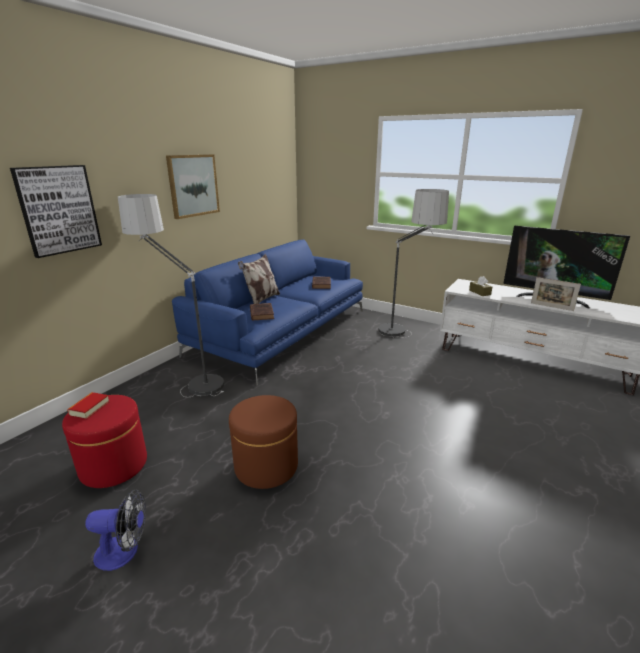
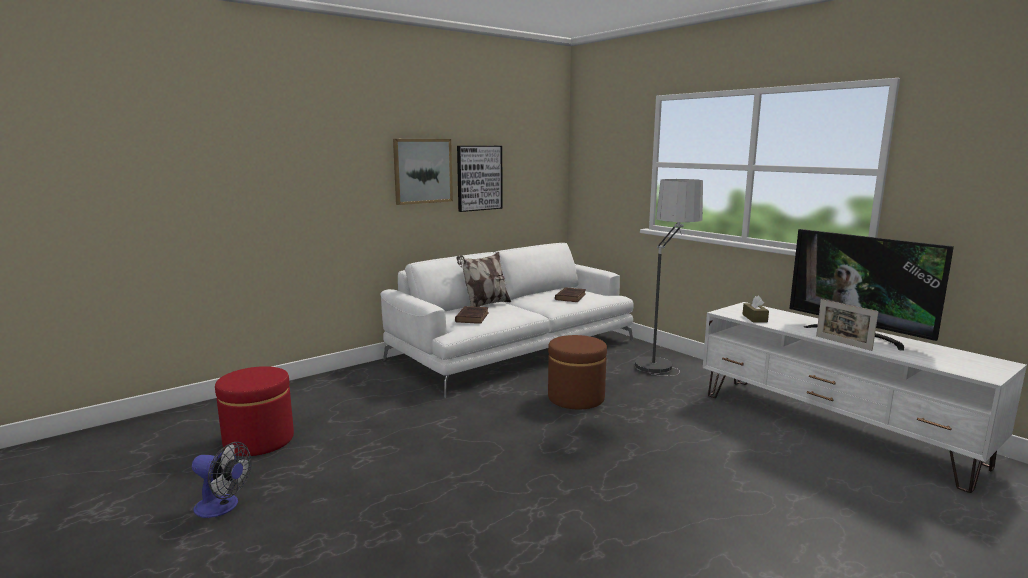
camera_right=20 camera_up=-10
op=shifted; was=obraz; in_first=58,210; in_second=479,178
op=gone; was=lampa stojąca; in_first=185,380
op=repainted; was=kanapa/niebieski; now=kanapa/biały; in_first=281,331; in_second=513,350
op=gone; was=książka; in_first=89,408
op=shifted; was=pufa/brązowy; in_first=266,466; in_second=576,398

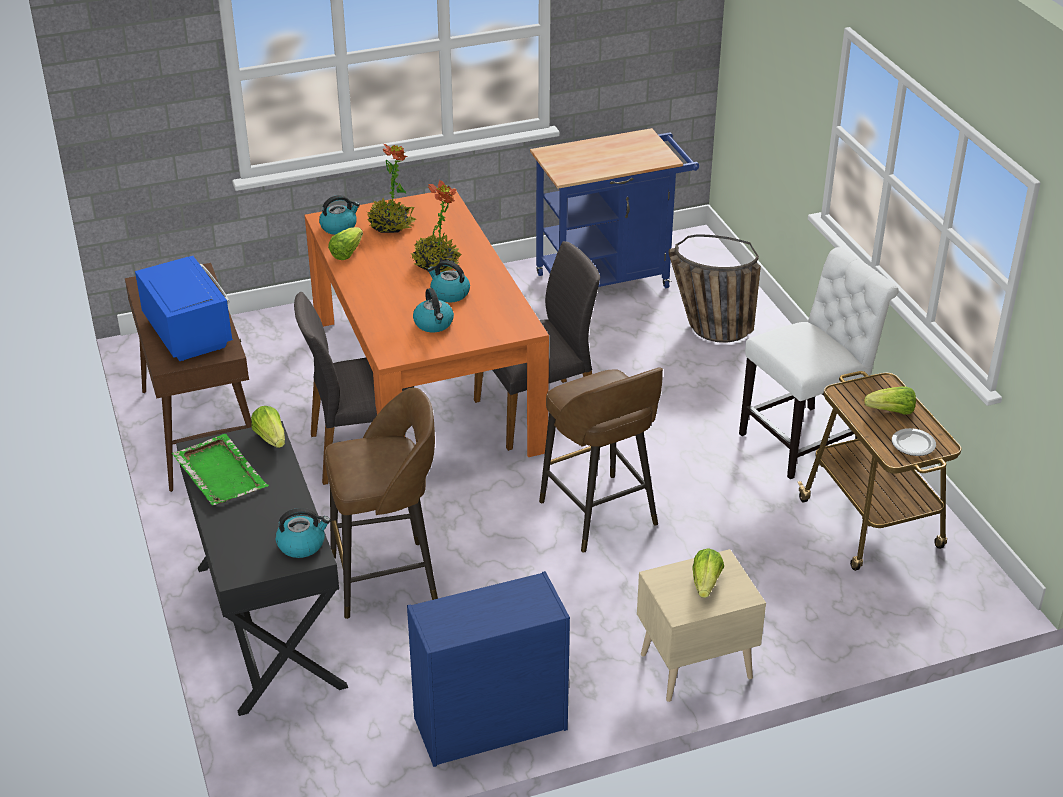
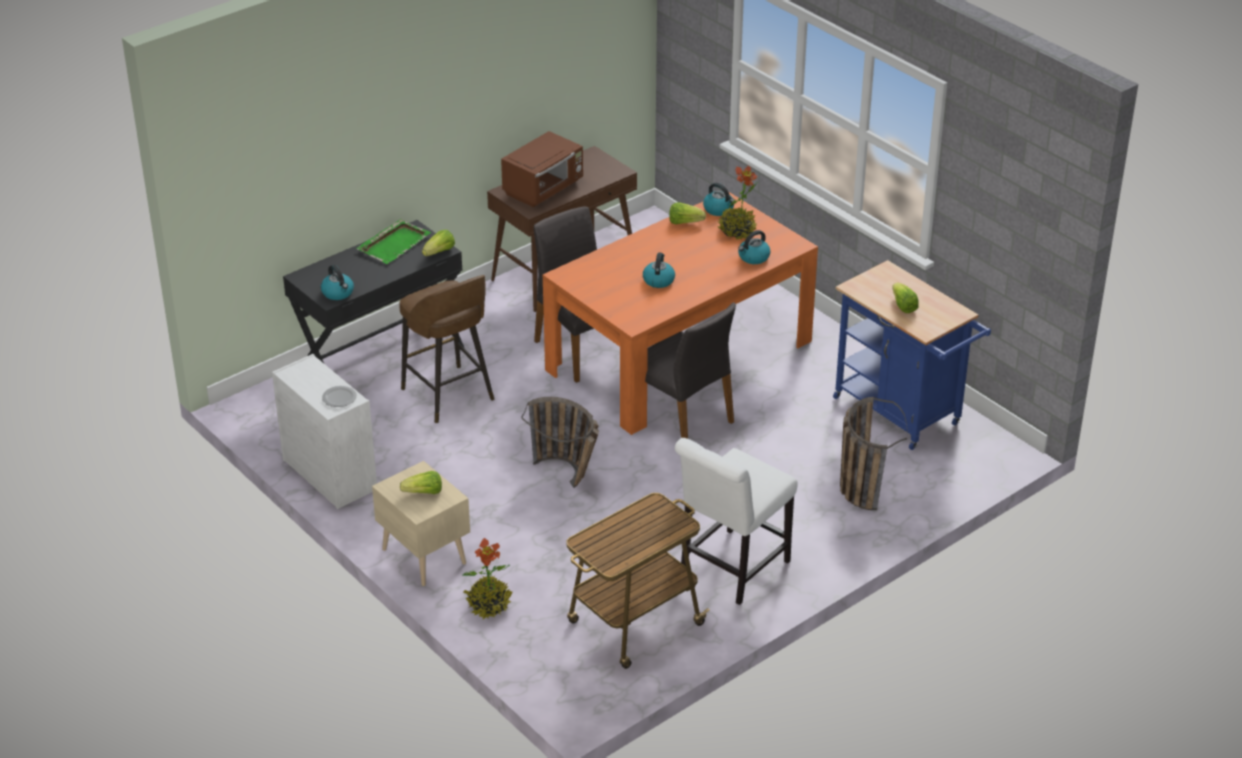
camera_right=70 camera_up=0
op=shifted; was=roślina doniczkowa; in_first=436,264; in_second=489,604
op=rotated; was=krzesło/biały; in_first=806,440; in_second=730,570; clockwise=90
op=repainted; was=mikrofalówka/niebieski; now=mikrofalówka/brązowy; in_first=188,332; in_second=544,189
op=shifted; was=czajnik; in_first=434,324; in_second=753,257
op=swapped; was=stołek/brązowy; now=koszyk; in_first=600,515; in_second=569,477
op=shifted; was=sałata; in_first=891,412; in_second=903,306
op=shifted; was=talerz; in_first=913,443; in_second=340,398
op=repainted; was=komoda/niebieski; now=komoda/biały; in_first=488,724; in_second=328,474

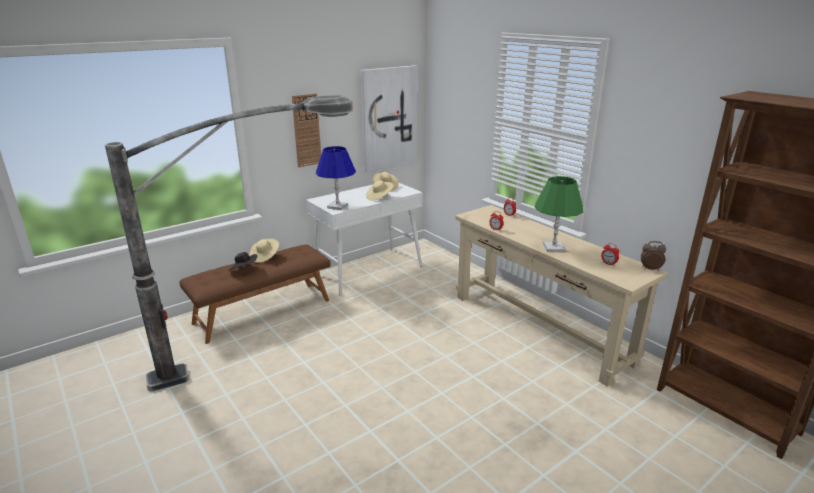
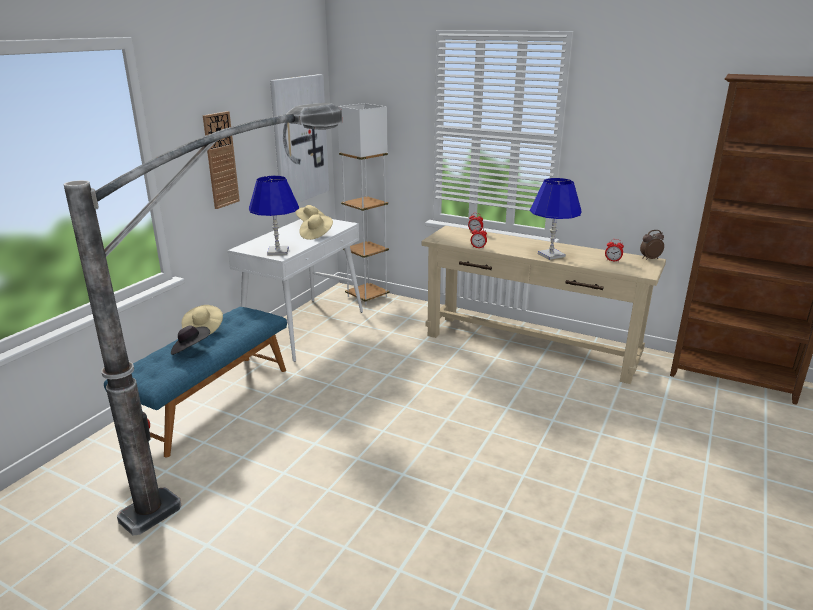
camera_right=-25 camera_up=0
op=repainted; was=lampa stołowa/zielony; now=lampa stołowa/niebieski; in_first=553,248; in_second=551,255
op=repainted; was=ławka/brązowy; now=ławka/niebieski; in_first=262,311; in_second=211,401
op=new; now=lampa stojąca/biały; in_second=367,297

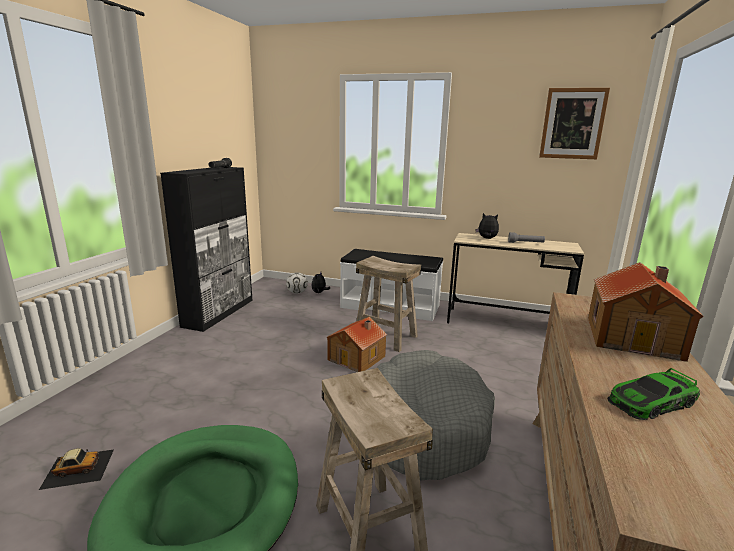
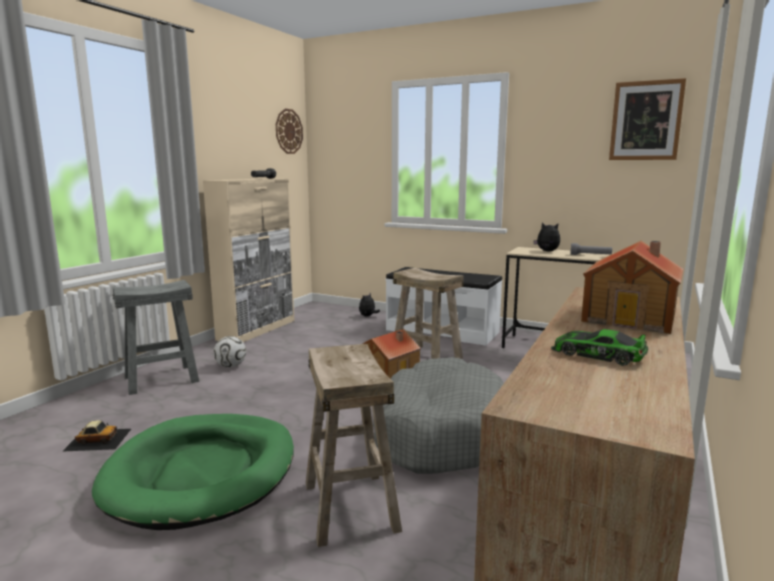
camera_right=10 camera_up=-5
op=repainted; was=szafka/czarny; now=szafka/beżowy; in_first=219,312; in_second=257,330
op=shifted; was=piłka futbolowa; in_first=297,292; in_second=231,366
op=rotated; was=samochodzik; in_first=651,402; in_second=597,354; clockwise=45
op=new; now=zegar ścienny; in_second=288,131
op=new; now=stołek/szary; in_second=161,379

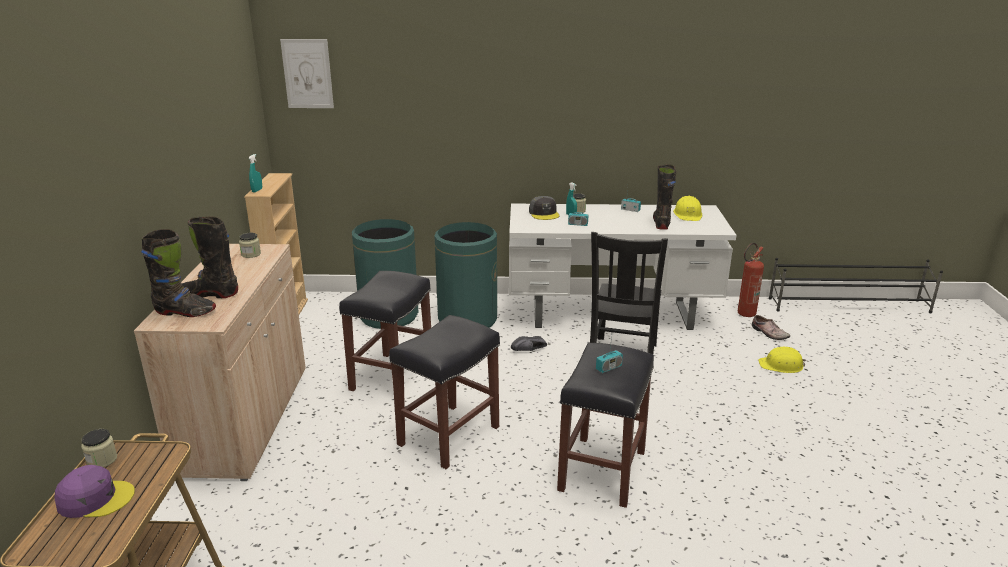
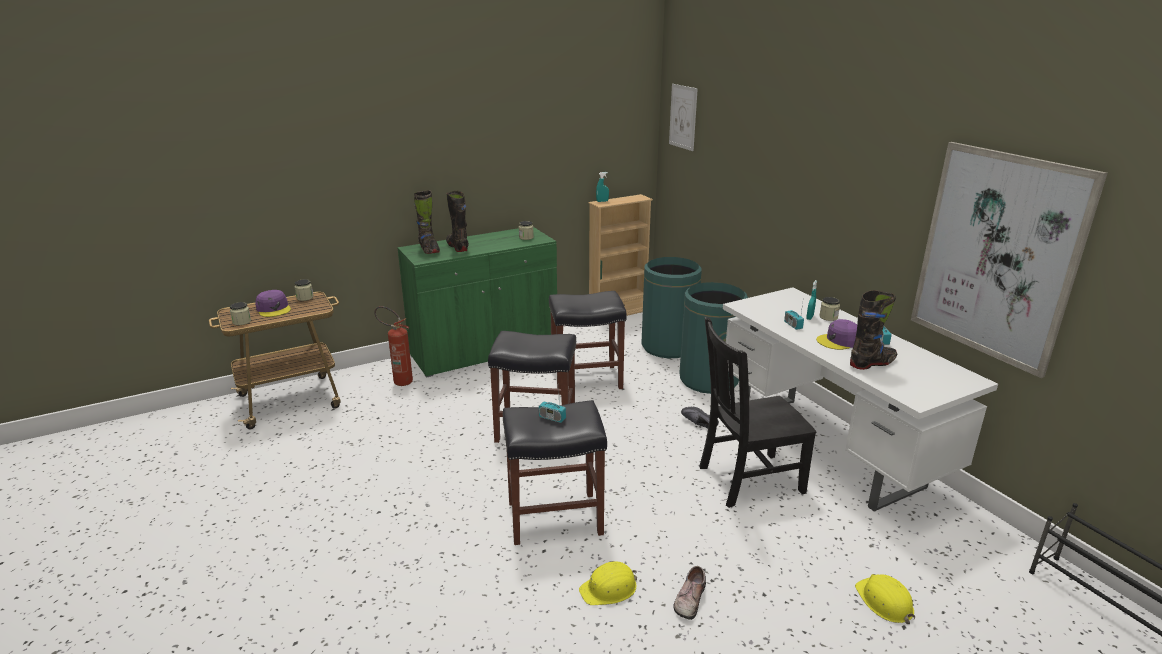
camera_right=60 camera_up=0
op=gone; was=czapka z daszkiem/szary; in_first=544,213
op=shifted; was=kask/żółty; in_first=688,214; in_second=609,589
op=shifted; was=gaśnica; in_first=744,315; in_second=399,381
op=repainted; was=szafka/beżowy; now=szafka/zielony; in_first=245,419; in_second=484,351
op=shifted; was=but; in_first=769,333; in_second=688,599
op=new; now=obraz; in_second=997,256
op=new; now=słoik; in_second=242,322
op=new; now=czapka z daszkiem/fioletowy; in_second=839,341

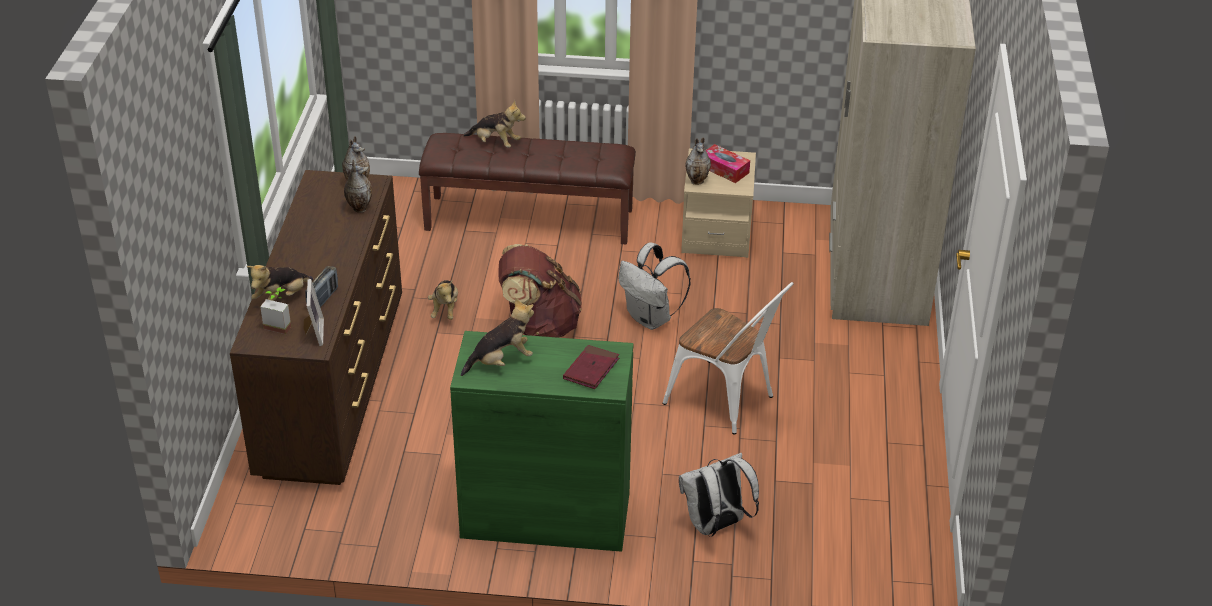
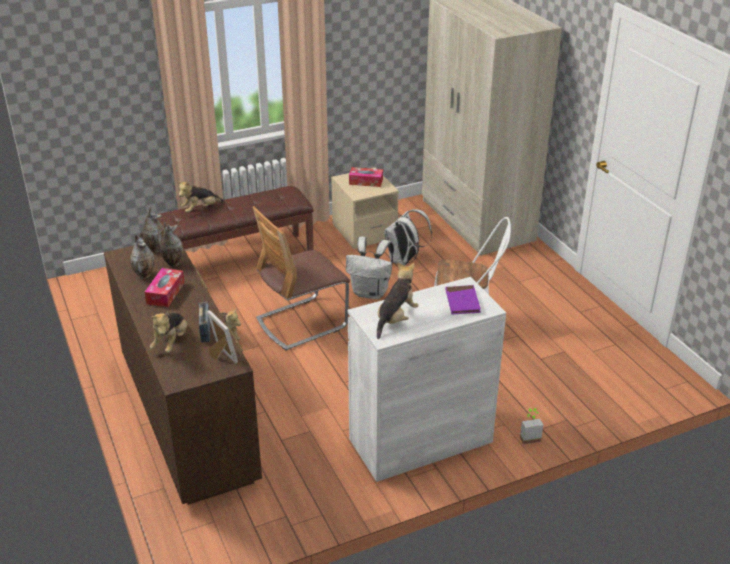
camera_right=-30 camera_up=-5
op=rotated; was=pluszak; in_first=495,143; in_second=200,209; clockwise=150
op=shifted; was=wazon; in_first=697,180; in_second=145,275
op=swapped; was=plecak/brązowy; now=krzesło; in_first=539,326; in_second=302,323
op=shifted; was=roślina doniczkowa; in_first=280,324; in_second=529,437
op=repainted; was=szafka/zielony; now=szafka/biały; in_first=545,515; in_second=420,440
op=repainted; was=książka/czerwony; now=książka/fioletowy; in_first=591,369; in_second=462,302
op=shifted; was=plecak/biały; in_first=715,525; in_second=404,261
op=new; now=pudełko chusteczek; in_second=165,293

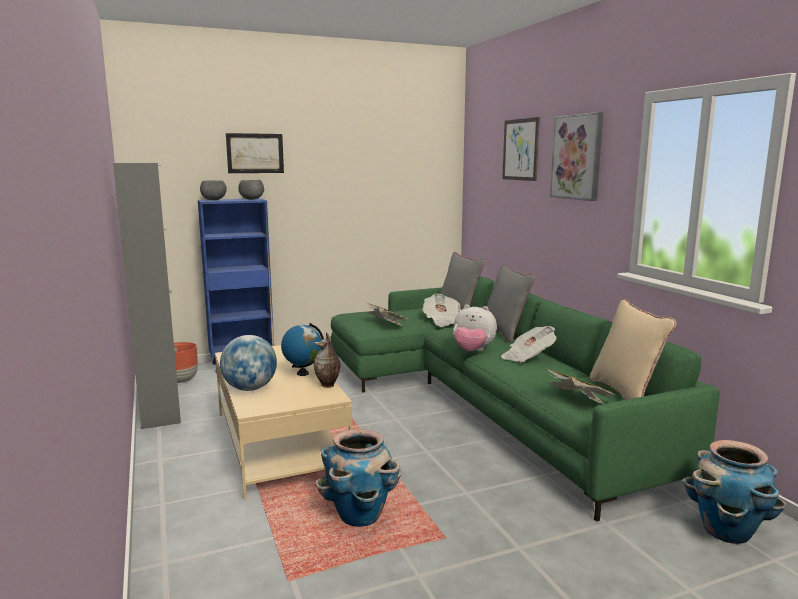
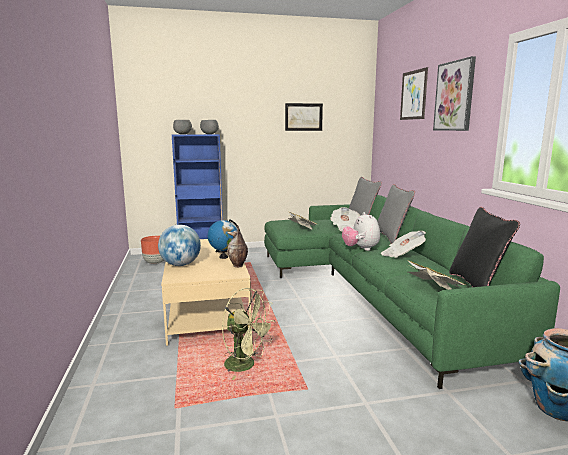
camera_right=10 camera_up=0
op=shifted; was=obraz; in_first=255,153; in_second=303,117
op=gone; was=szafka/szary; in_first=160,410
op=repainted; was=poduszka/beżowy; now=poduszka/czarny; in_first=625,393; in_second=476,285
op=rotated; was=pluszak; in_first=473,351; in_second=360,249; clockwise=45
op=swapped; was=donica; now=wentylator/zielony; in_first=359,516; in_second=246,365

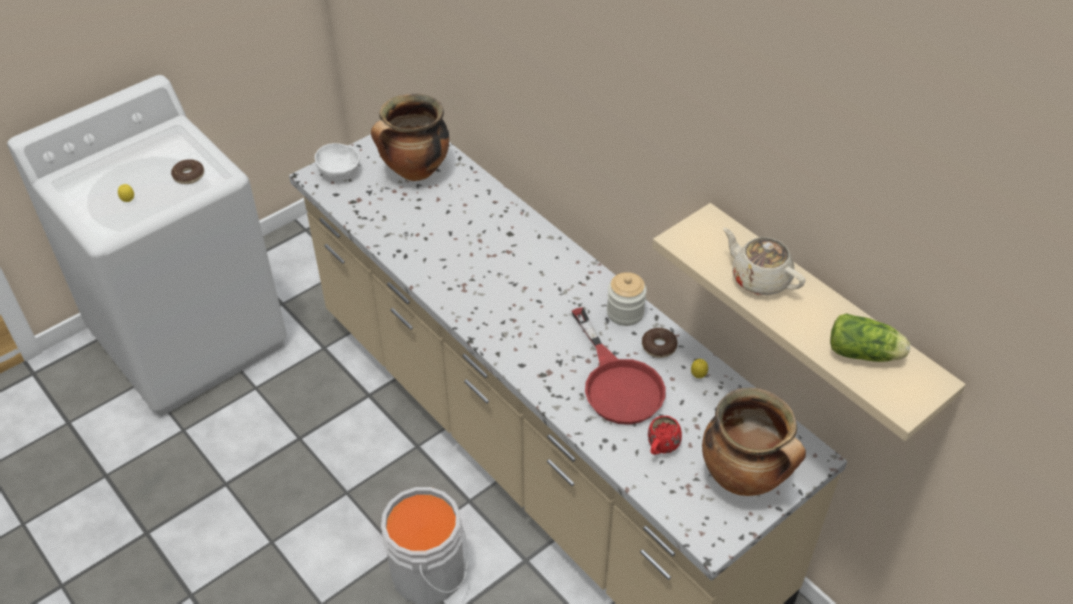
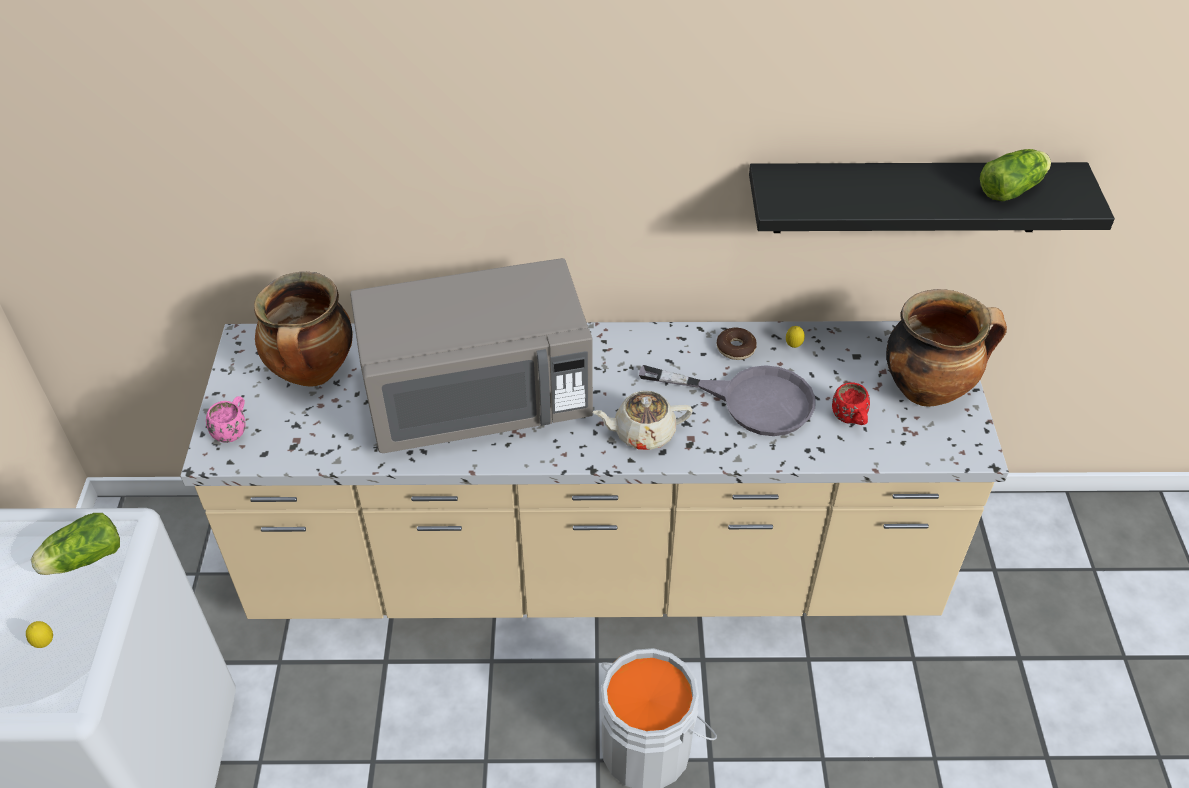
camera_right=-50 camera_up=0
op=swapped; was=miska/biały; now=kubek/różowy; in_first=339,171; in_second=233,430
op=swapped; was=donut; now=sałata; in_first=189,176; in_second=81,559
op=repainted; was=półka/beżowy; now=półka/czarny; in_first=821,314; in_second=910,197
op=shifted; was=imbryk/beżowy; in_first=759,278; in_second=642,433
op=gone; was=słoik; in_first=625,312
op=repainted; was=patelnia/czerwony; now=patelnia/szary; in_first=618,383; in_second=750,400
op=new; now=mikrofalówka/szary; in_second=478,401

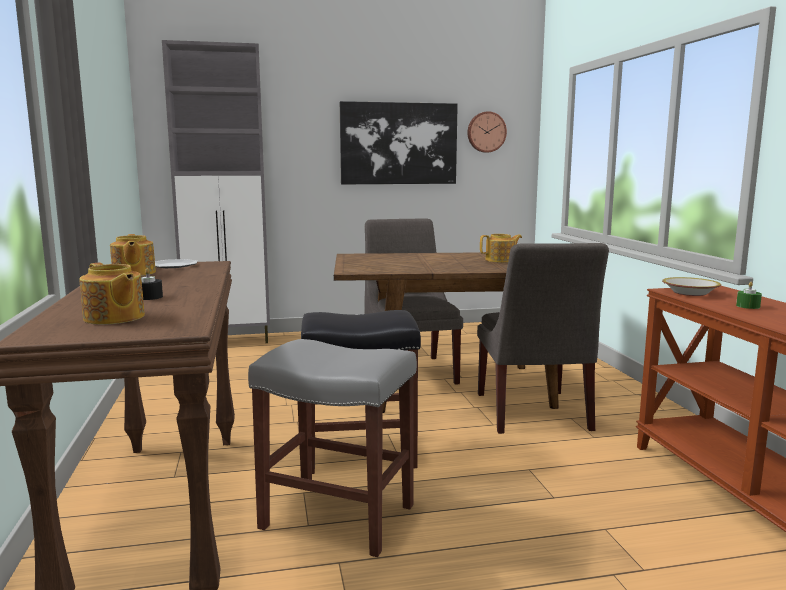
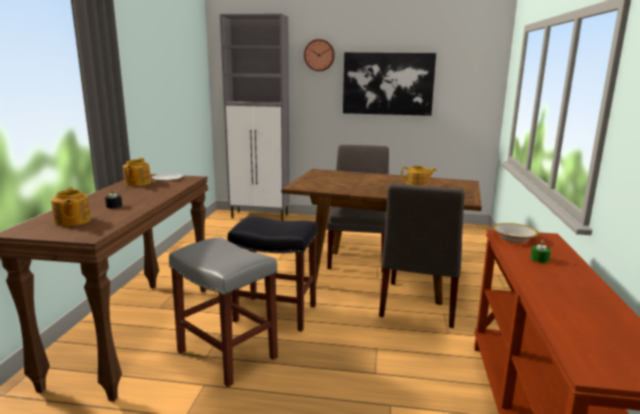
camera_right=20 camera_up=5
op=shifted; was=zegar ścienny; in_first=486,132; in_second=319,55

